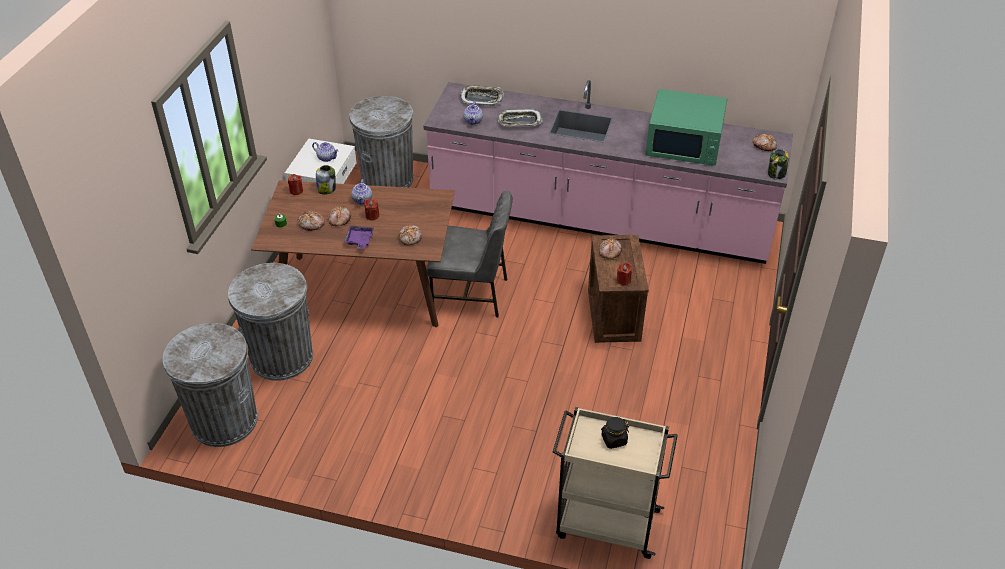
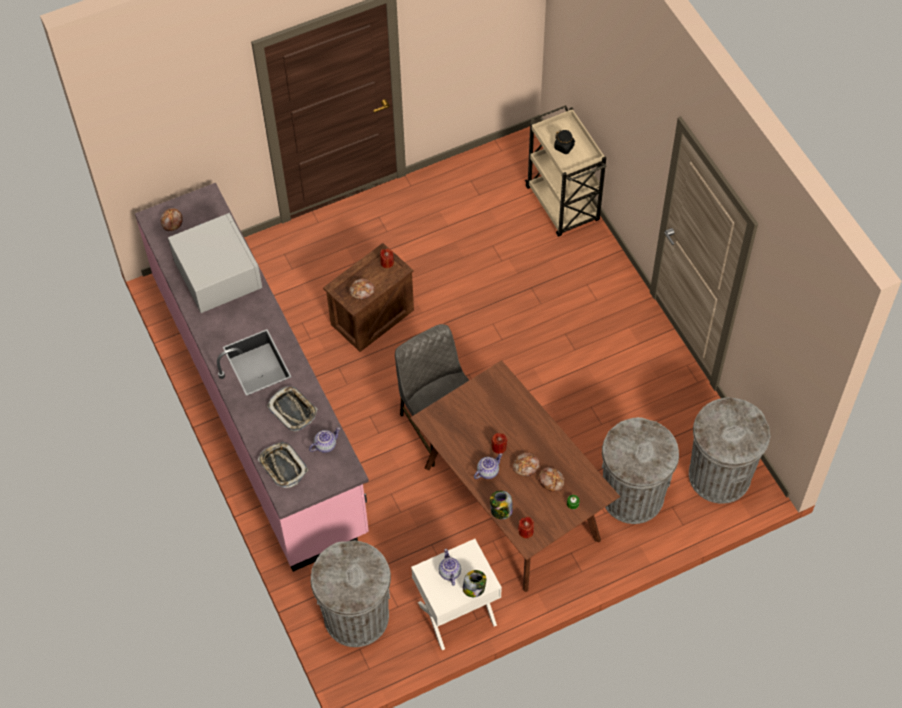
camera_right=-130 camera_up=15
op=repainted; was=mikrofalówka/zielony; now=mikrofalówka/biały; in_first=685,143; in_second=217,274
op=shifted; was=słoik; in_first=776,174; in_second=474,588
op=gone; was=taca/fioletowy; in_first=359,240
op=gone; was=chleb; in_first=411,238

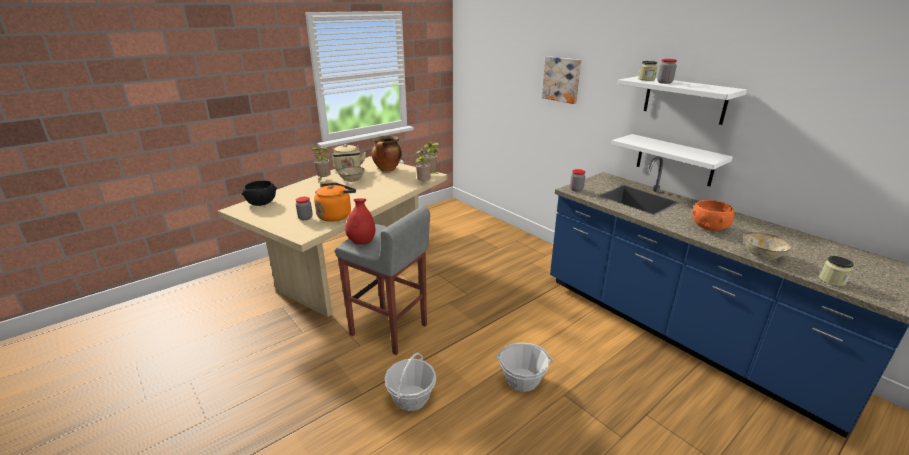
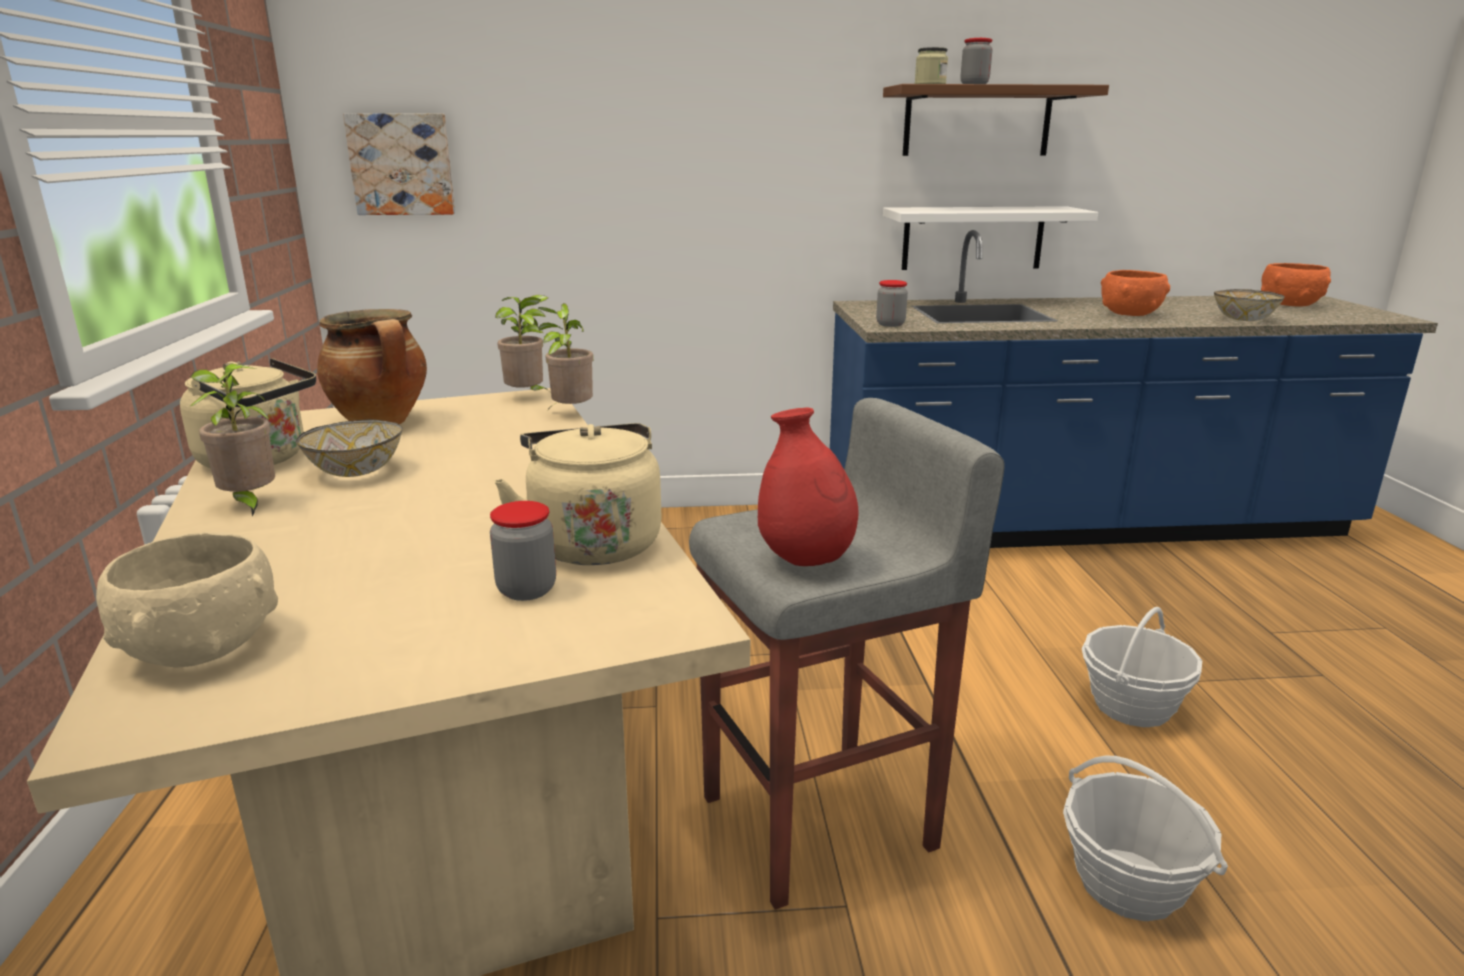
camera_right=-55 camera_up=-5
op=shifted; was=obraz; in_first=562,79; in_second=402,164
op=repainted; was=półka/biały; now=półka/brązowy; in_first=684,99; in_second=977,122
op=repainted; was=miska/czarny; now=miska/beżowy; in_first=261,203; in_second=202,646
op=repainted; was=czajnik/pomarańczowy; now=czajnik/beżowy; in_first=336,215; in_second=593,542
op=gone; was=słoik; in_first=832,280
op=new; now=miska/pomarańczowy; in_second=1289,304

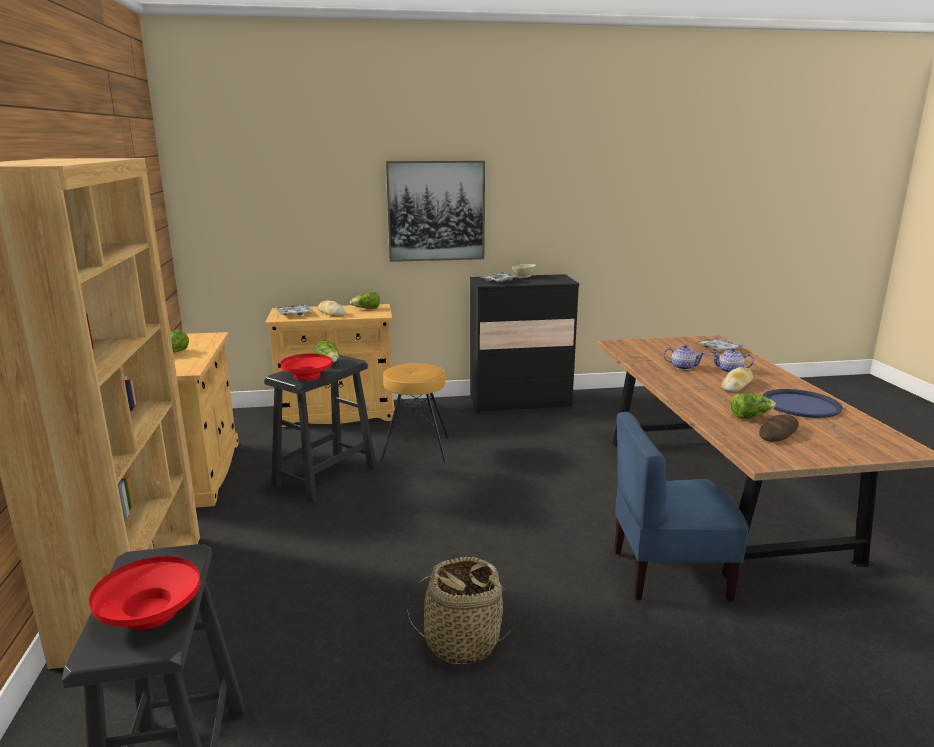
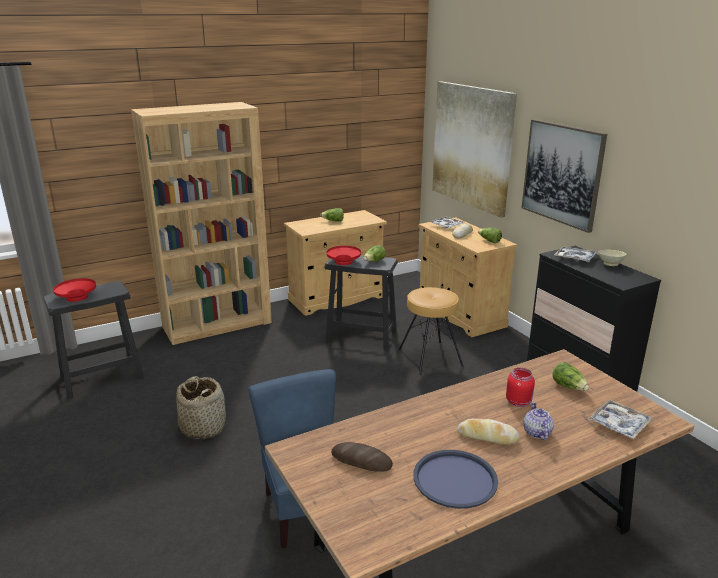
camera_right=70 camera_up=5
op=swapped; was=imbryk; now=słoik/czerwony; in_first=682,367; in_second=519,402
op=shifted; was=sałata; in_first=750,416; in_second=569,387
op=new; now=obraz; in_second=472,146

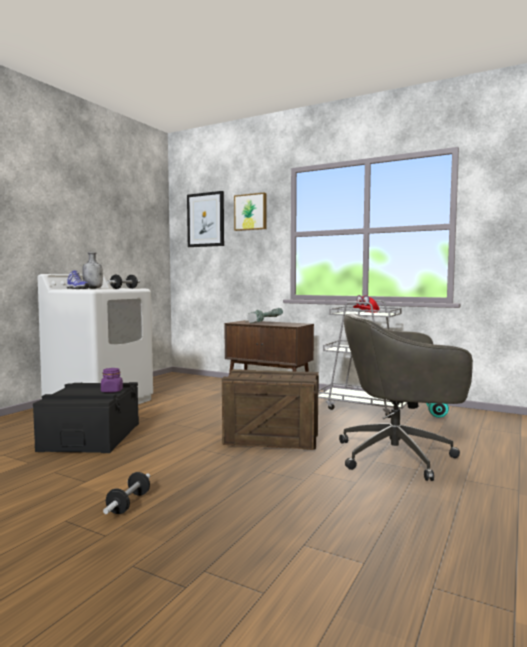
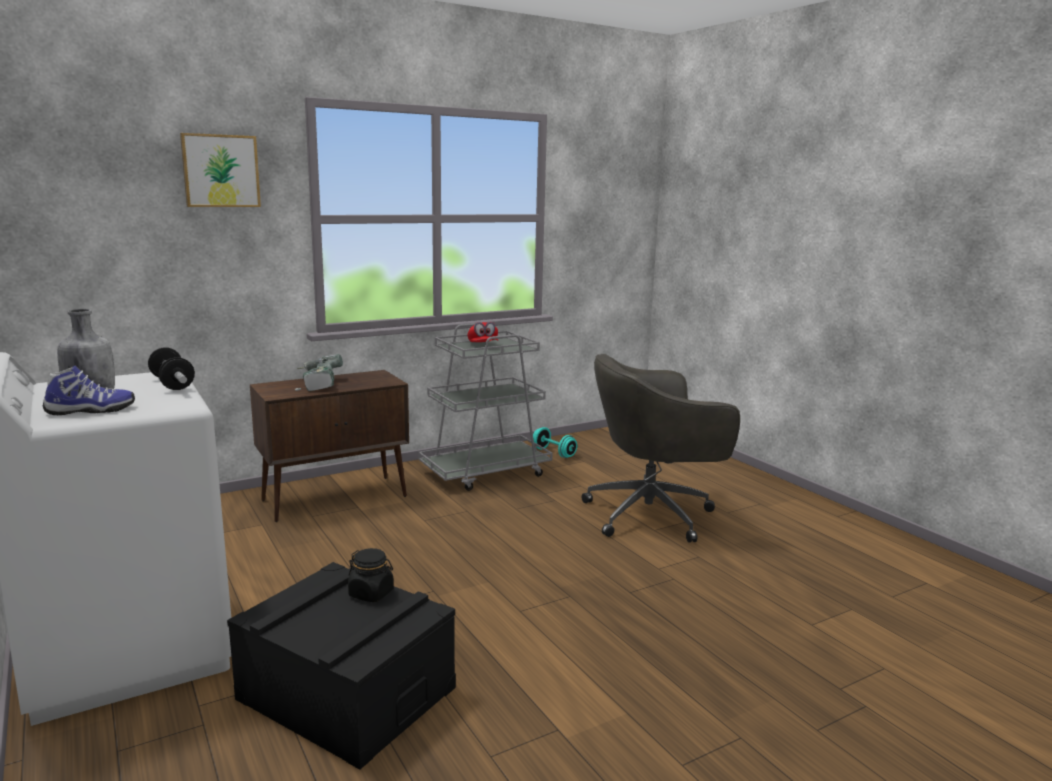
camera_right=-60 camera_up=10
op=gone; was=obraz; in_first=206,220
op=rotated; was=krzesło biurowe/szary; in_first=399,456; in_second=652,514; clockwise=45
op=repainted; was=słoik/fioletowy; now=słoik/czarny; in_first=112,391; in_second=371,593
op=gone; was=skrzynka; in_first=272,438
op=gone; was=hantel; in_first=129,504

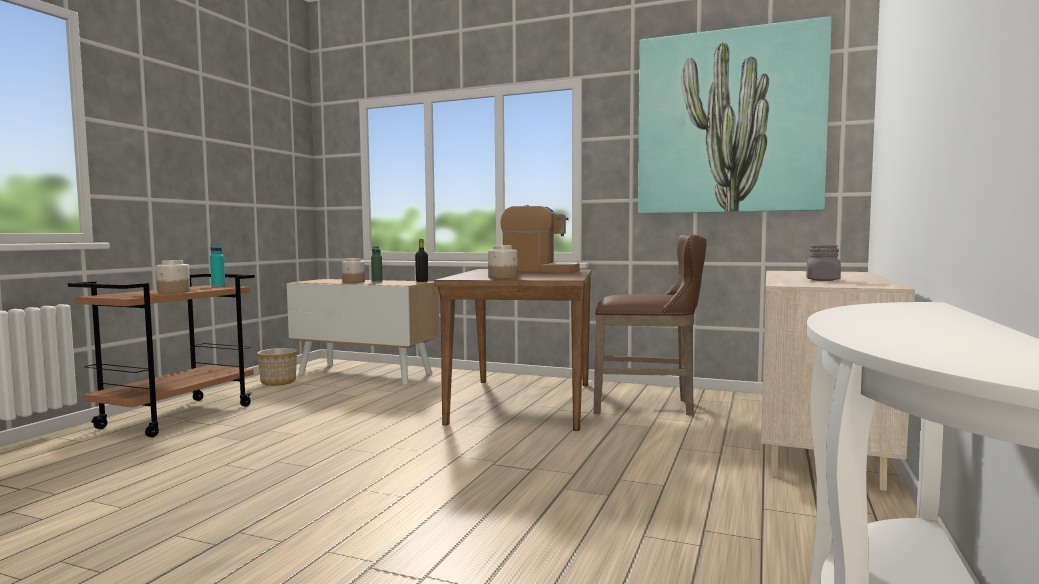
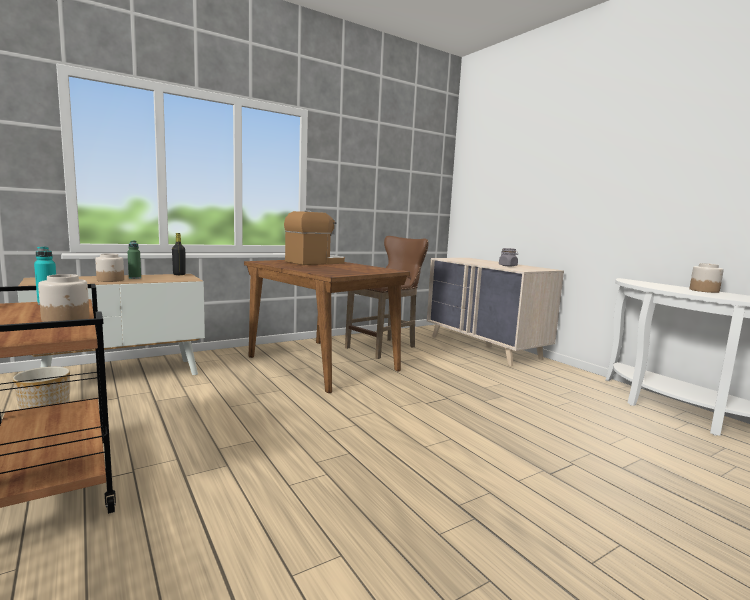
camera_right=-55 camera_up=5
op=gone; was=obraz; in_first=729,123
op=shifted; was=słoik; in_first=503,277; in_second=704,290

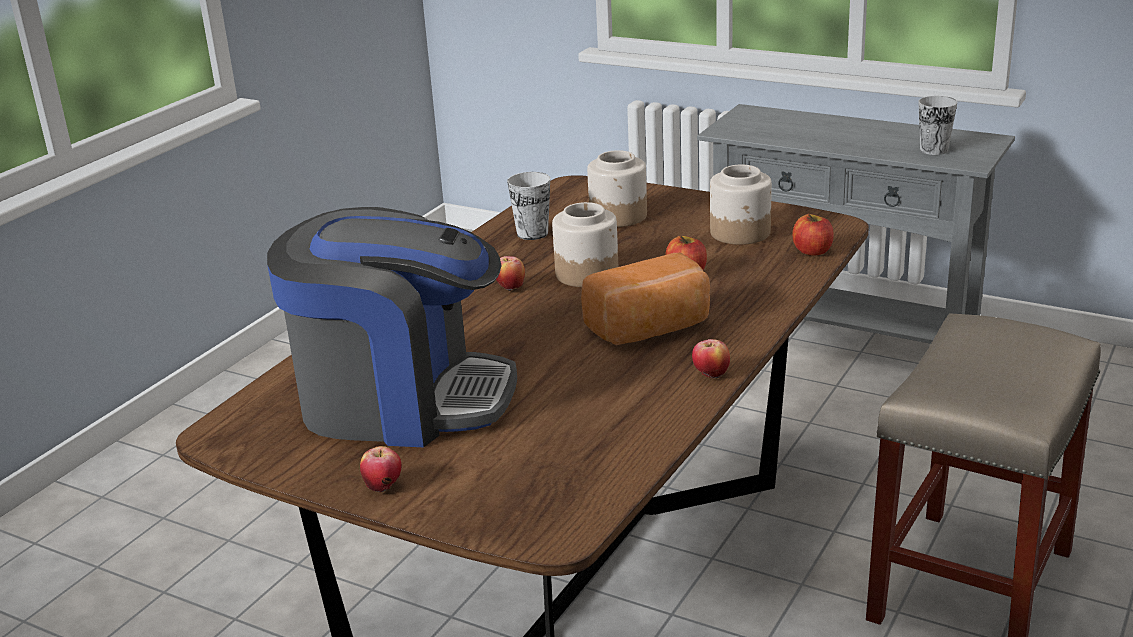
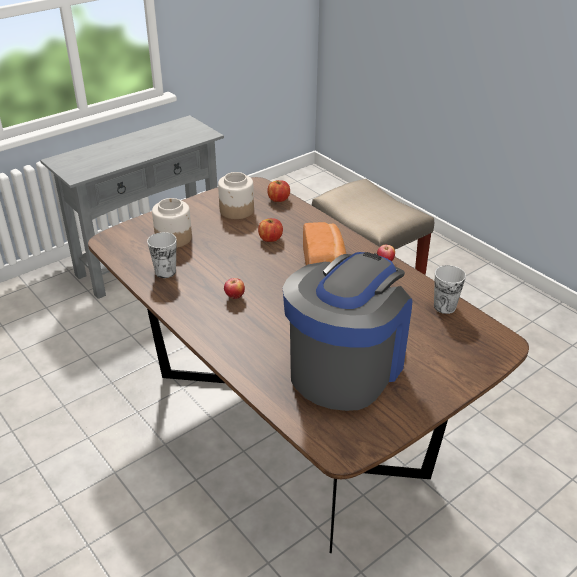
camera_right=-70 camera_up=10
op=shifted; was=filiżanka; in_first=934,150; in_second=444,306
op=gone; was=słoik; in_first=587,273
op=gone; was=jabłko; in_first=383,487

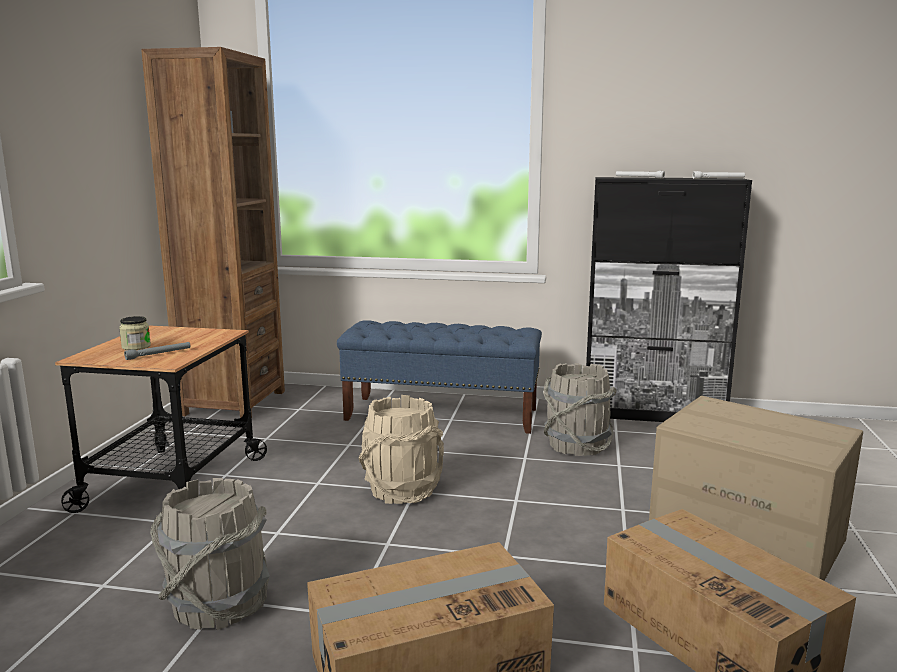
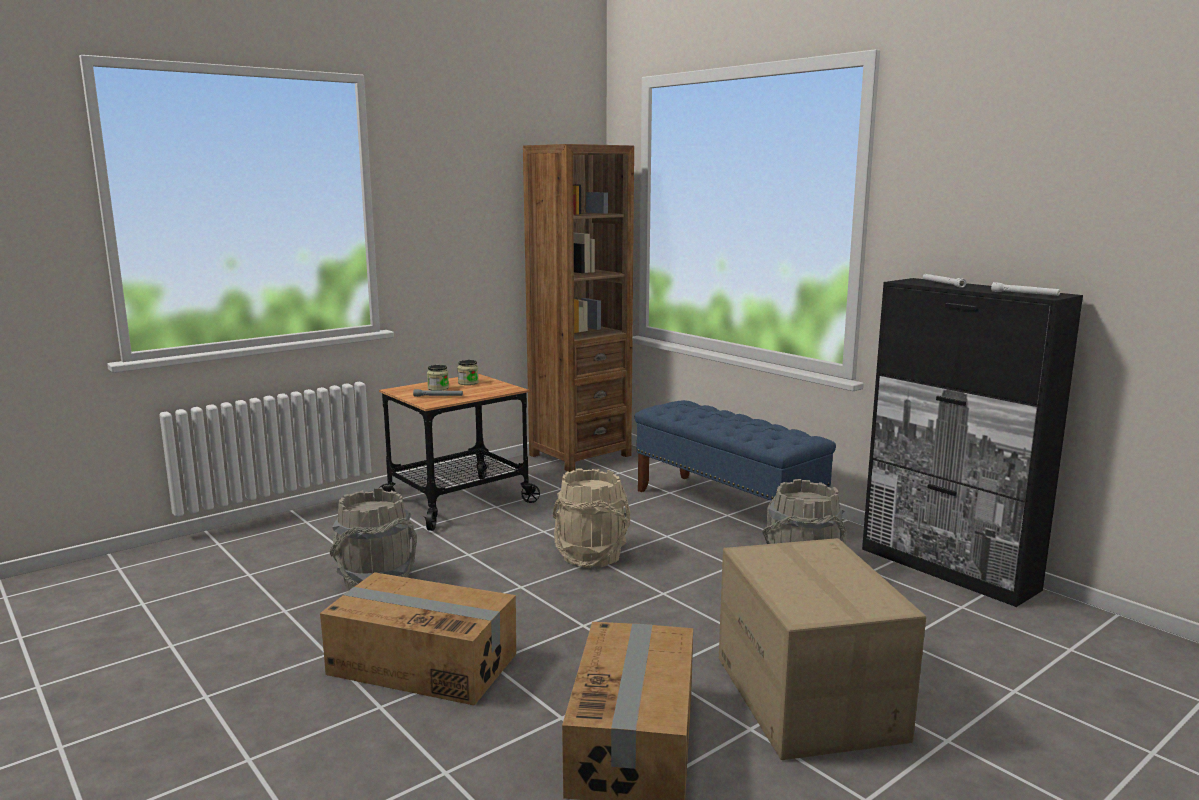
camera_right=40 camera_up=0
op=new; now=słoik; in_second=468,383

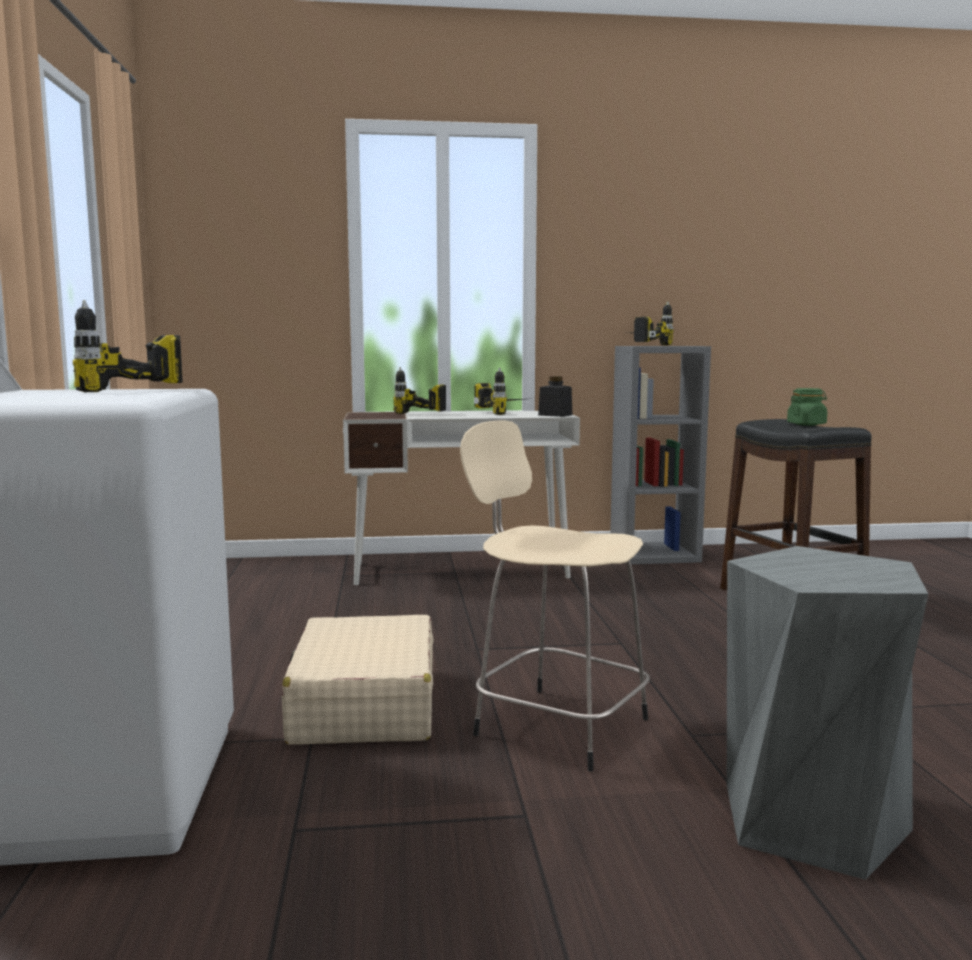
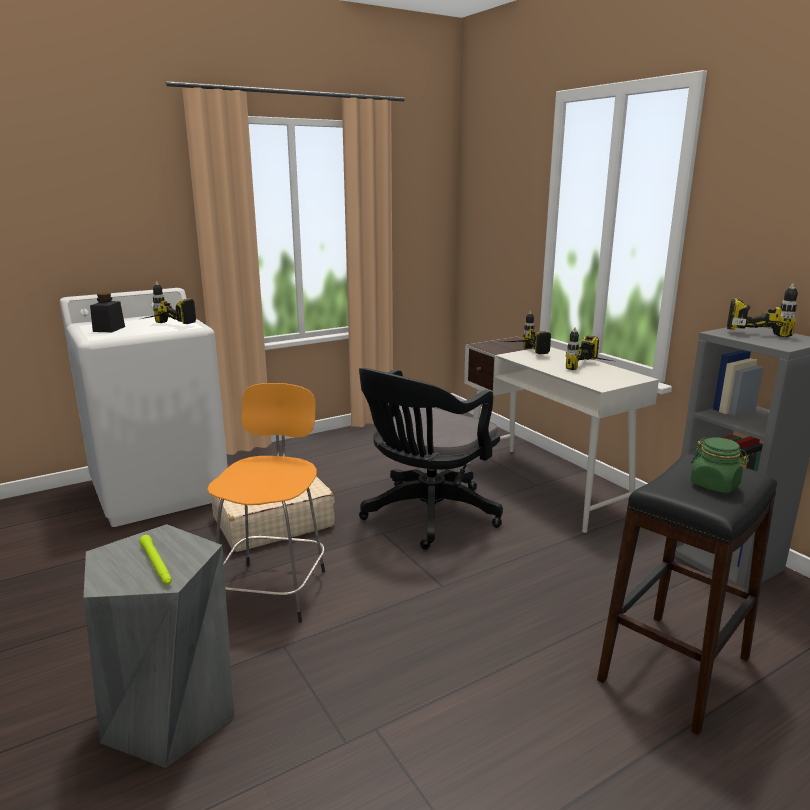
camera_right=65 camera_up=10
op=shifted; was=słoik/czarny; in_first=555,415; in_second=109,329
op=repainted; was=stołek/beżowy; now=stołek/pomarańczowy; in_first=556,725; in_second=274,588
op=new; now=krzesło biurowe/czarny; in_second=426,516
op=new; now=latarka/zielony; in_second=156,565

